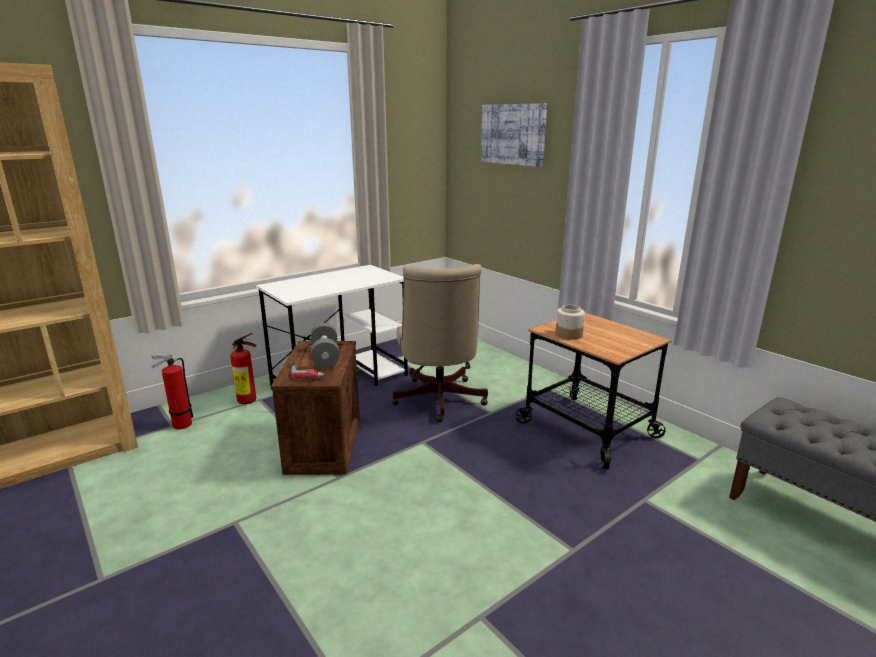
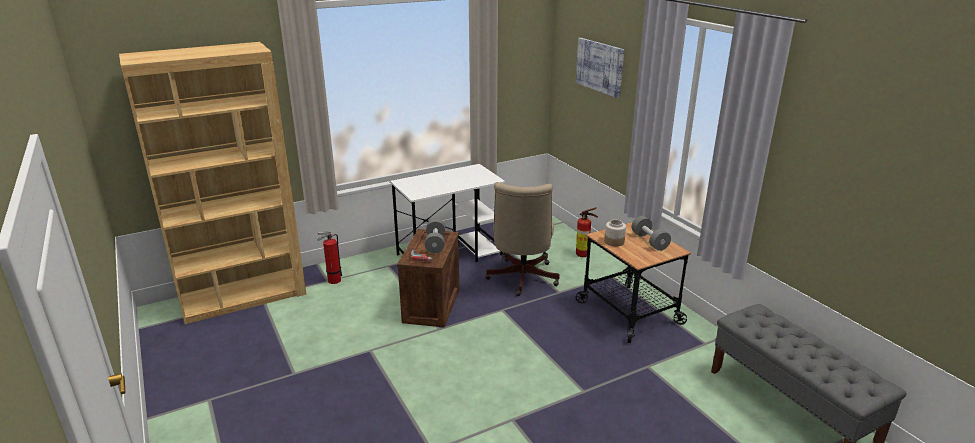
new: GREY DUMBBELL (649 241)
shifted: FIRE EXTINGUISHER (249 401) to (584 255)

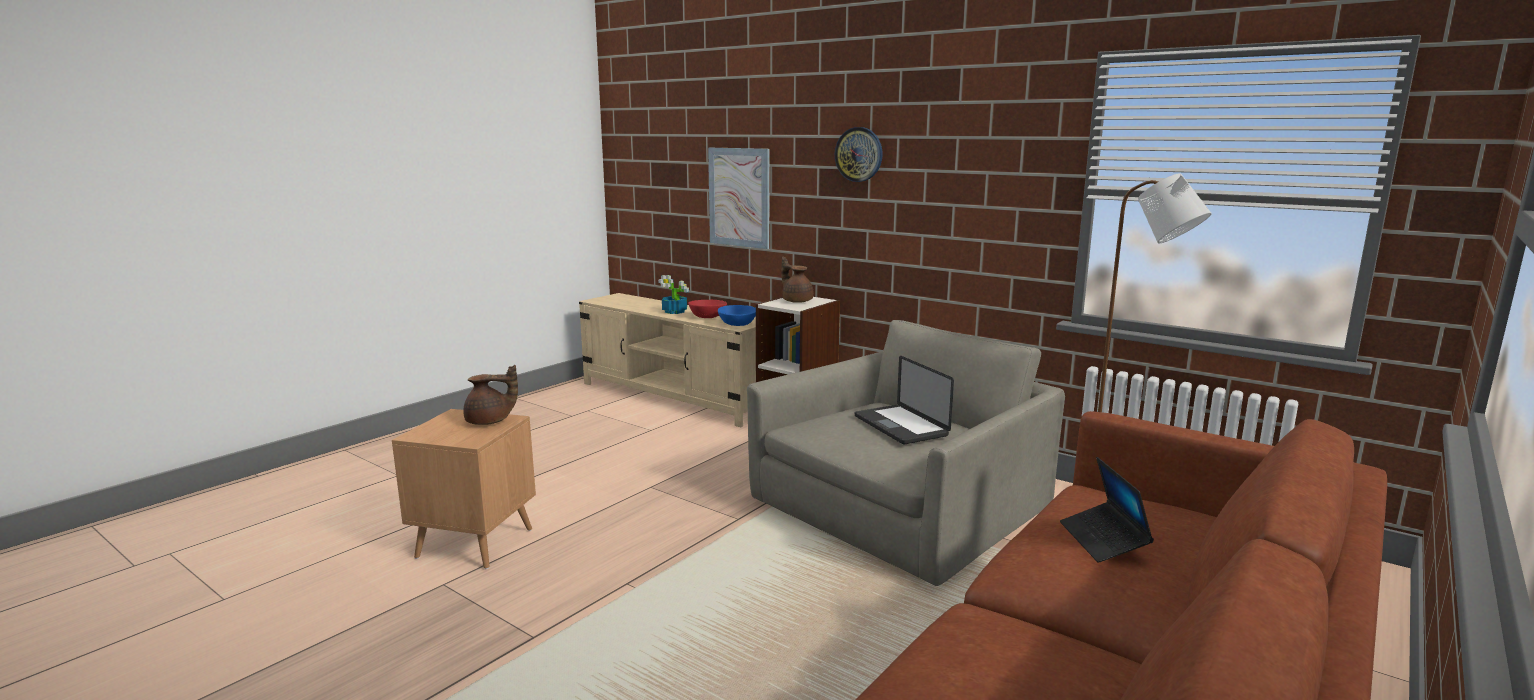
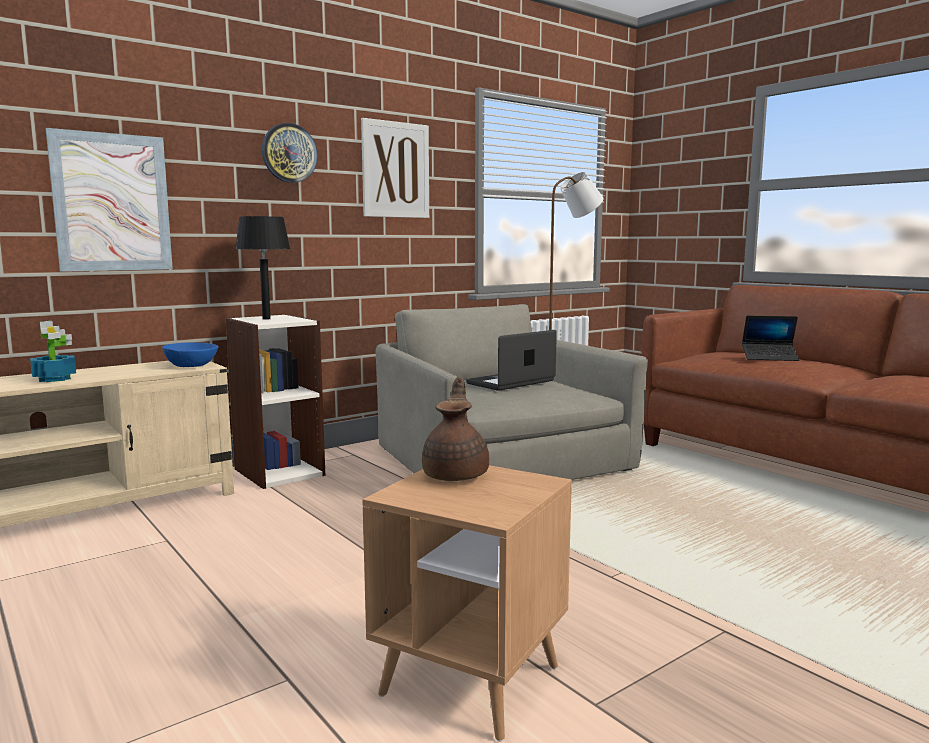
gone: RED BOWL (707 316)
new: PICTURE (395 170)
swapped: BROWN TEAPOT (796 301) to BLACK TABLE LAMP (266 319)
rotated: LAPTOP (900 426) = (511 382) 150 degrees clockwise

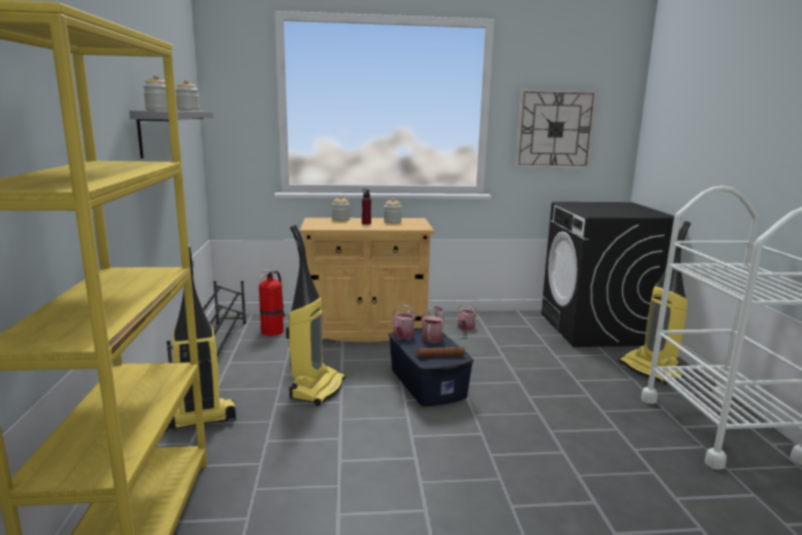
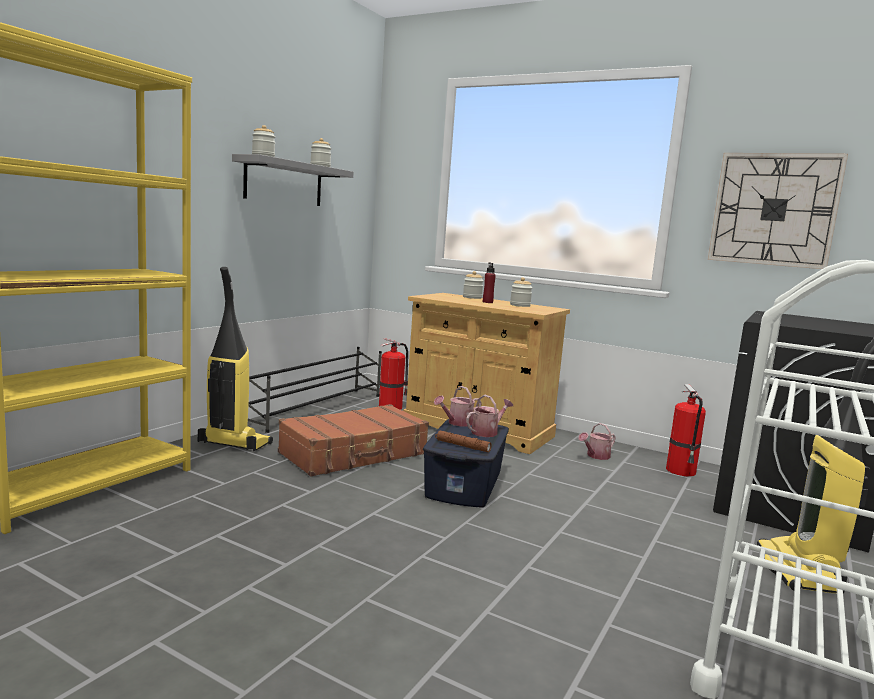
new: FIRE EXTINGUISHER (681 471)
swapped: VACUUM CLEANER (317 388) to BROWN SUITCASE (354 454)

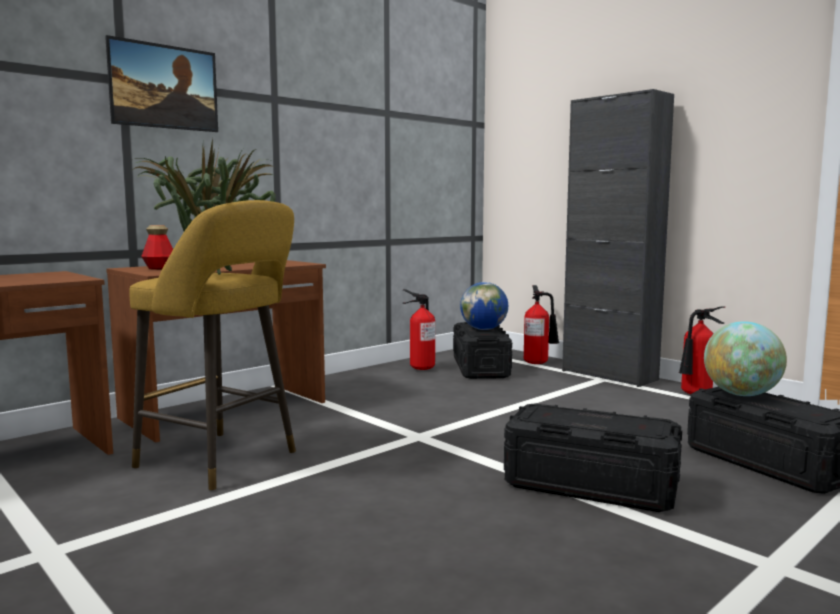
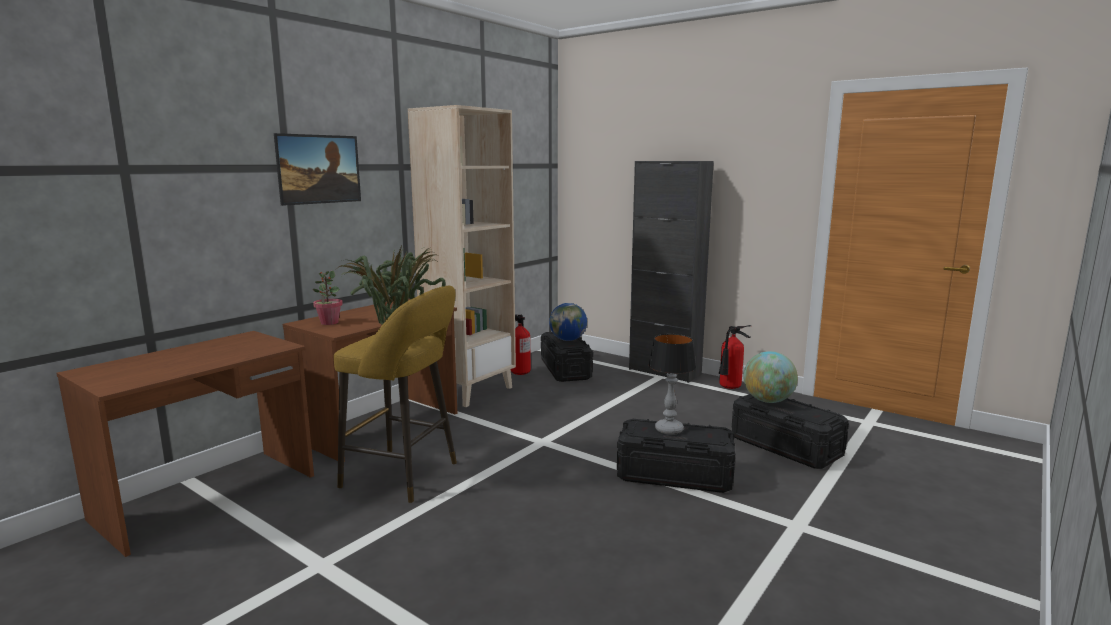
gone: FIRE EXTINGUISHER (539 363)
new: BEIGE BOOKCASE (469 390); TABLE LAMP (668 429)
swapped: BOTTLE (159 268) to POTTED PLANT (329 323)

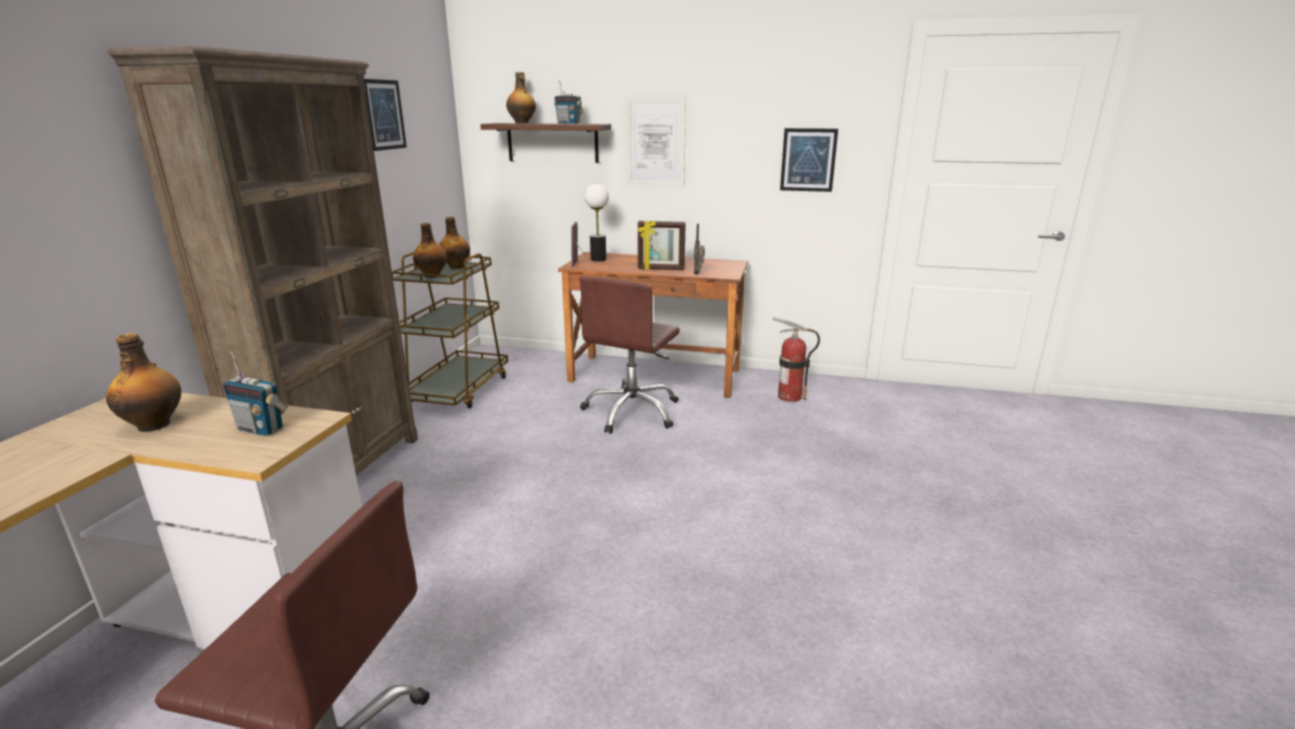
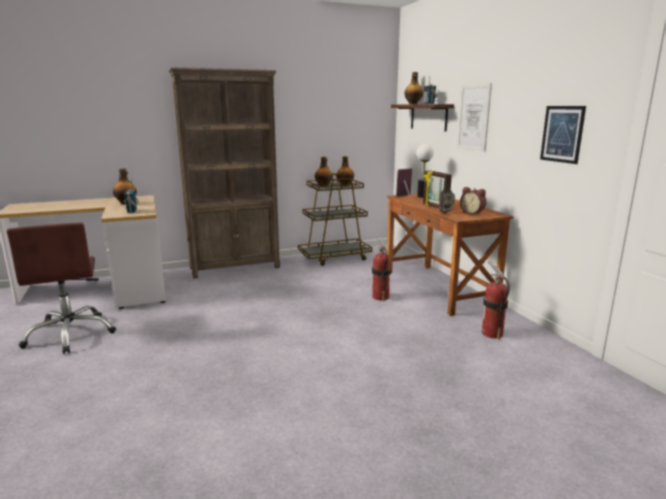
gone: PICTURE (384 115)
new: ALARM CLOCK (472 213)
swapped: BROWN OFFICE CHAIR (632 412) to FIRE EXTINGUISHER (380 297)

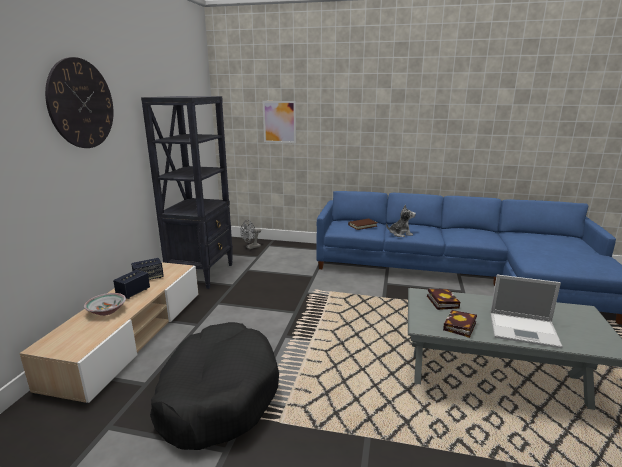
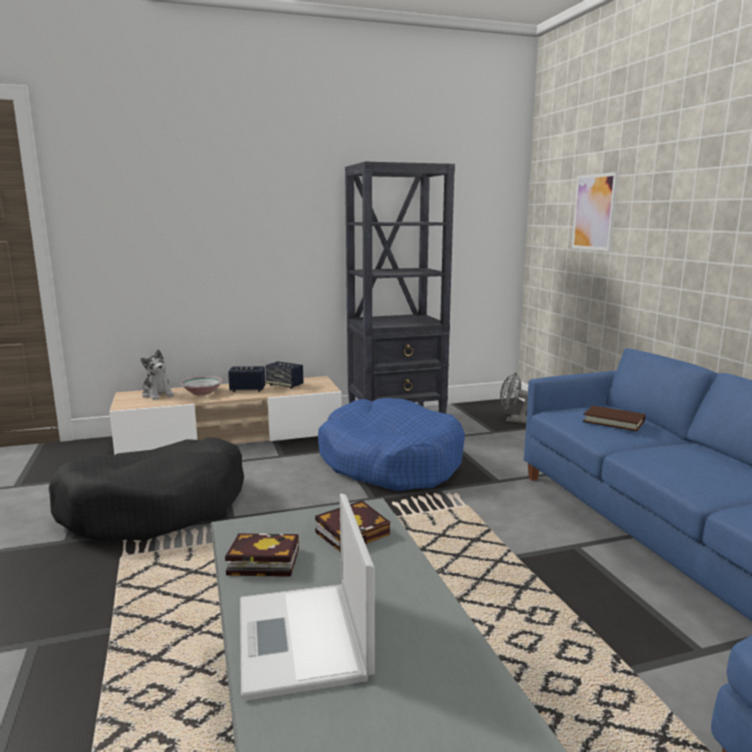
gone: WALL CLOCK (81 104)
new: BLUE DOG BED (390 462)
shifted: PLUSH TOY (400 234) to (158 394)

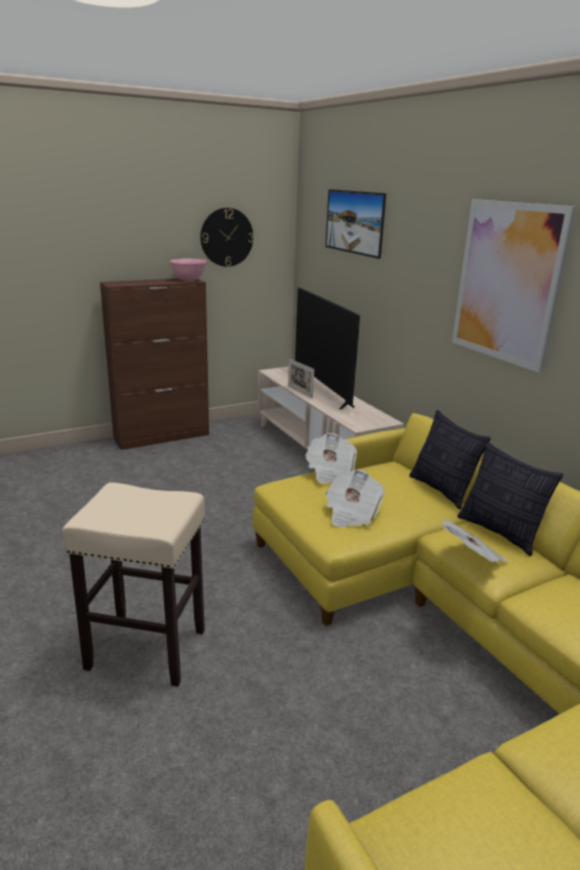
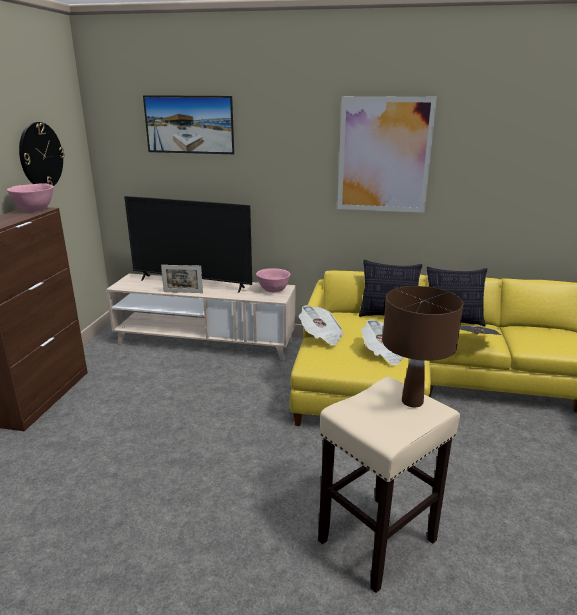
new: PINK BOWL (273 290); BROWN TABLE LAMP (412 402)

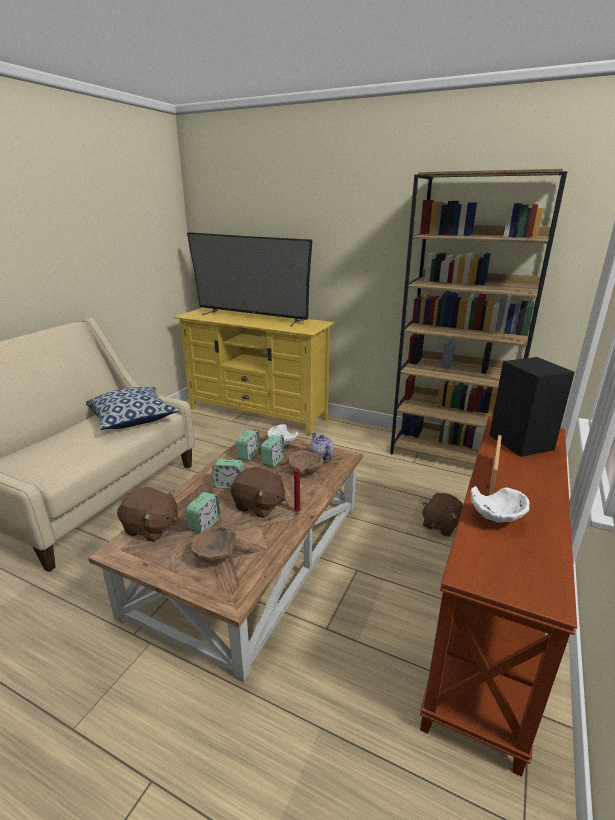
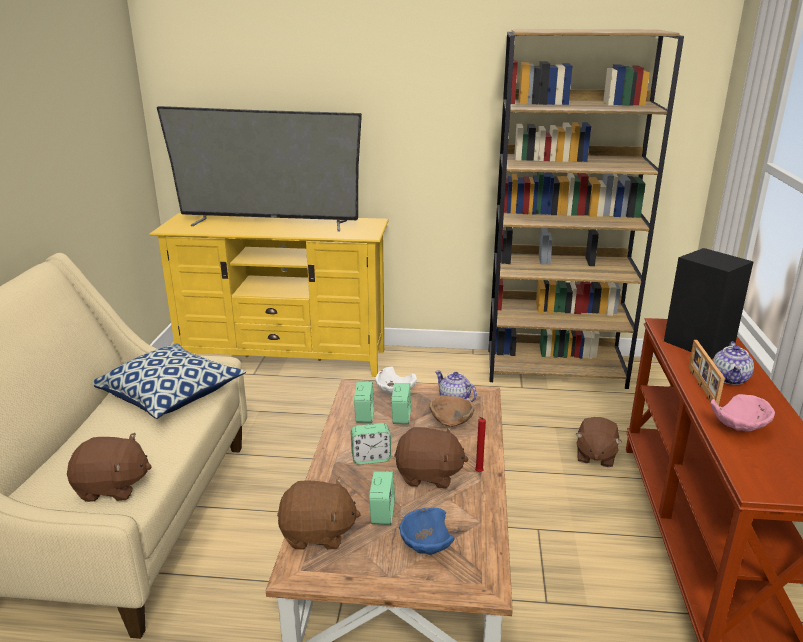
new: TEAPOT (730 379); BROWN PLUSH TOY (112 487)
repainted: WHITE BOWL (495 519) to PINK BOWL (738 429); BROWN BOWL (214 556) to BLUE BOWL (425 547)

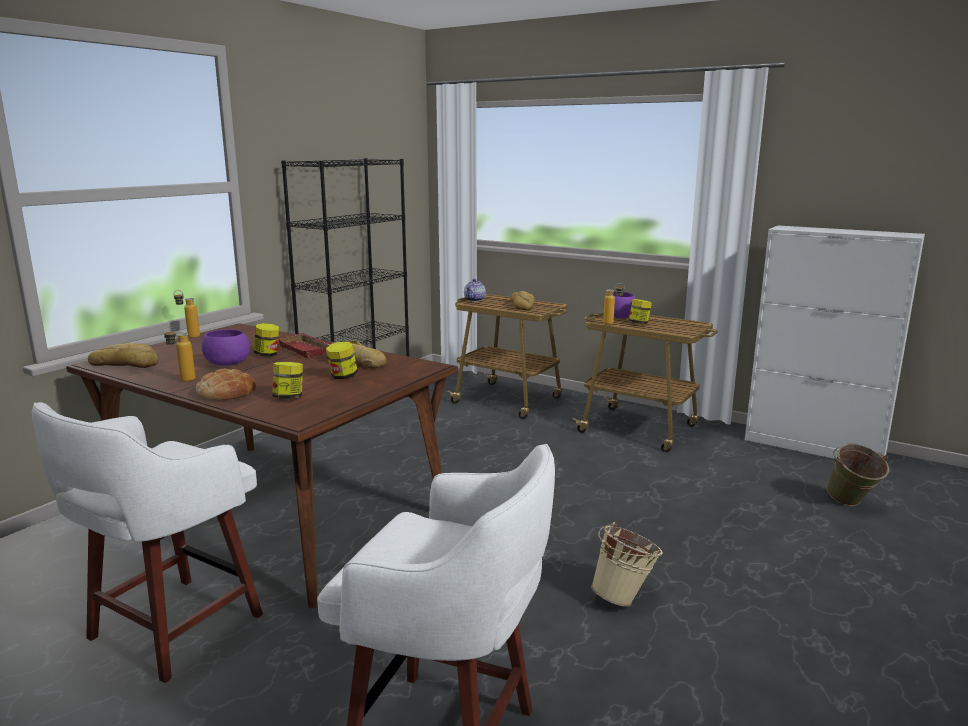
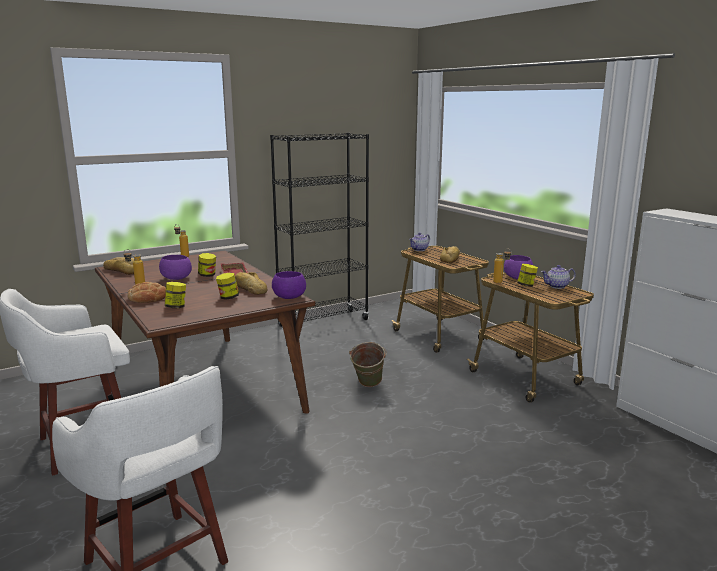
gone: BEIGE BUCKET (624 597)
new: TEAPOT (557 286); PURPLE BOWL (290 297)
shifted: GREEN BUCKET (851 505) to (367 386)

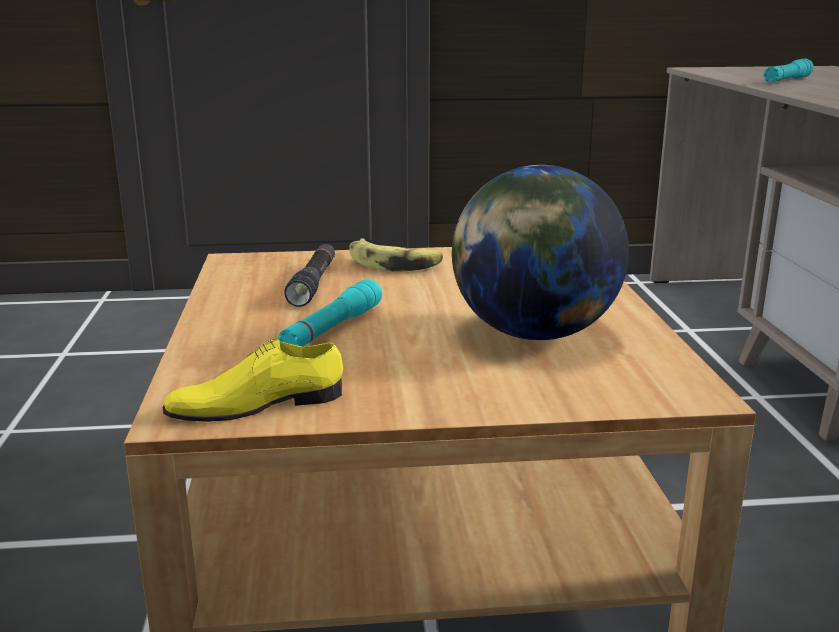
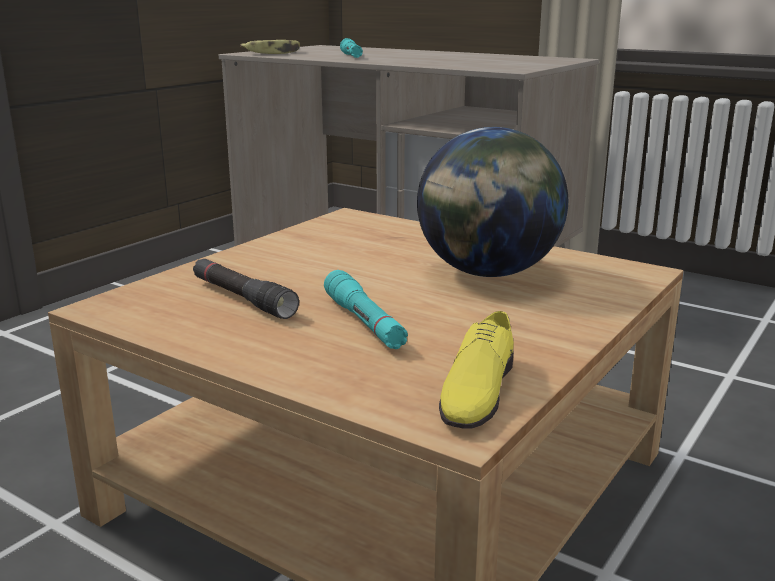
shifted: BANANA (394 264) to (273 53)

